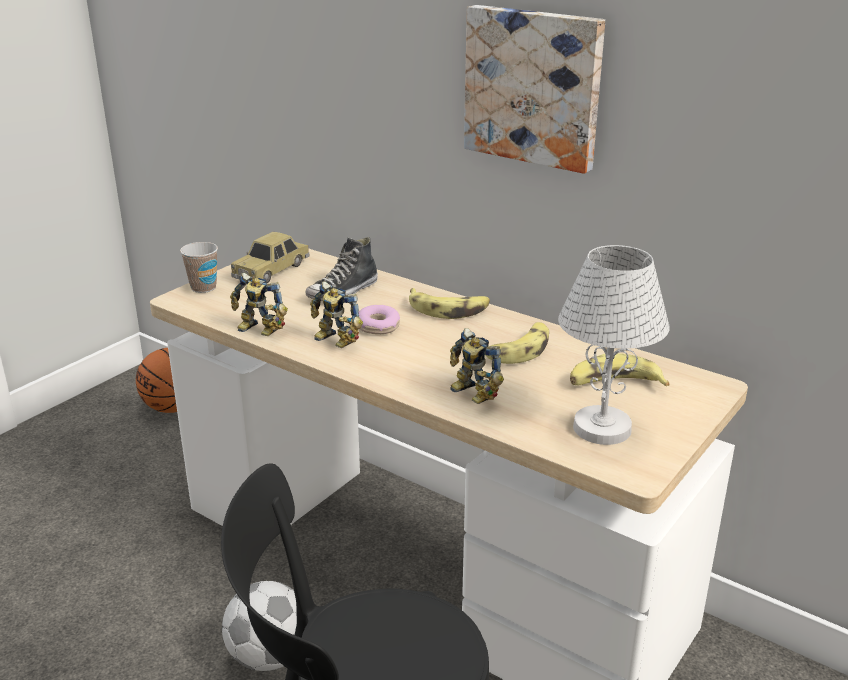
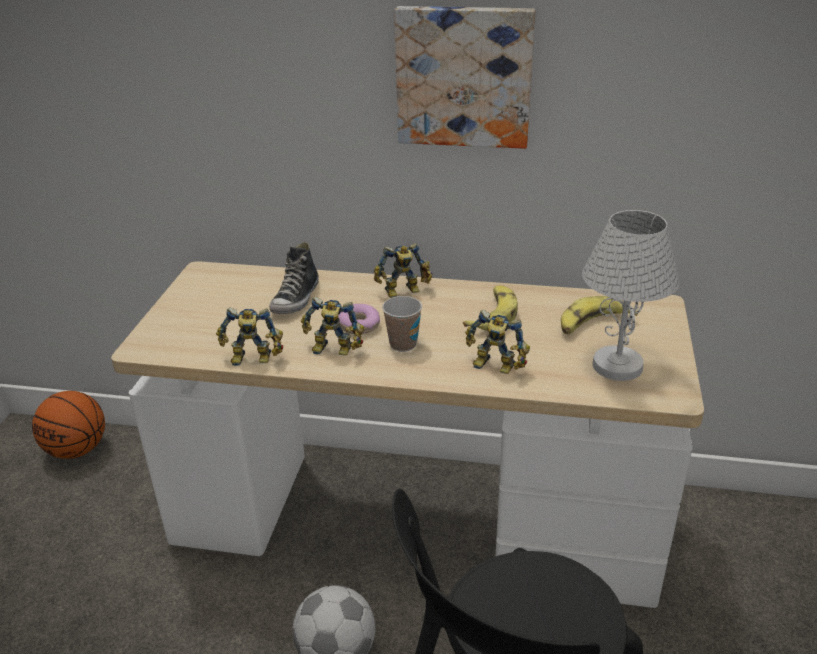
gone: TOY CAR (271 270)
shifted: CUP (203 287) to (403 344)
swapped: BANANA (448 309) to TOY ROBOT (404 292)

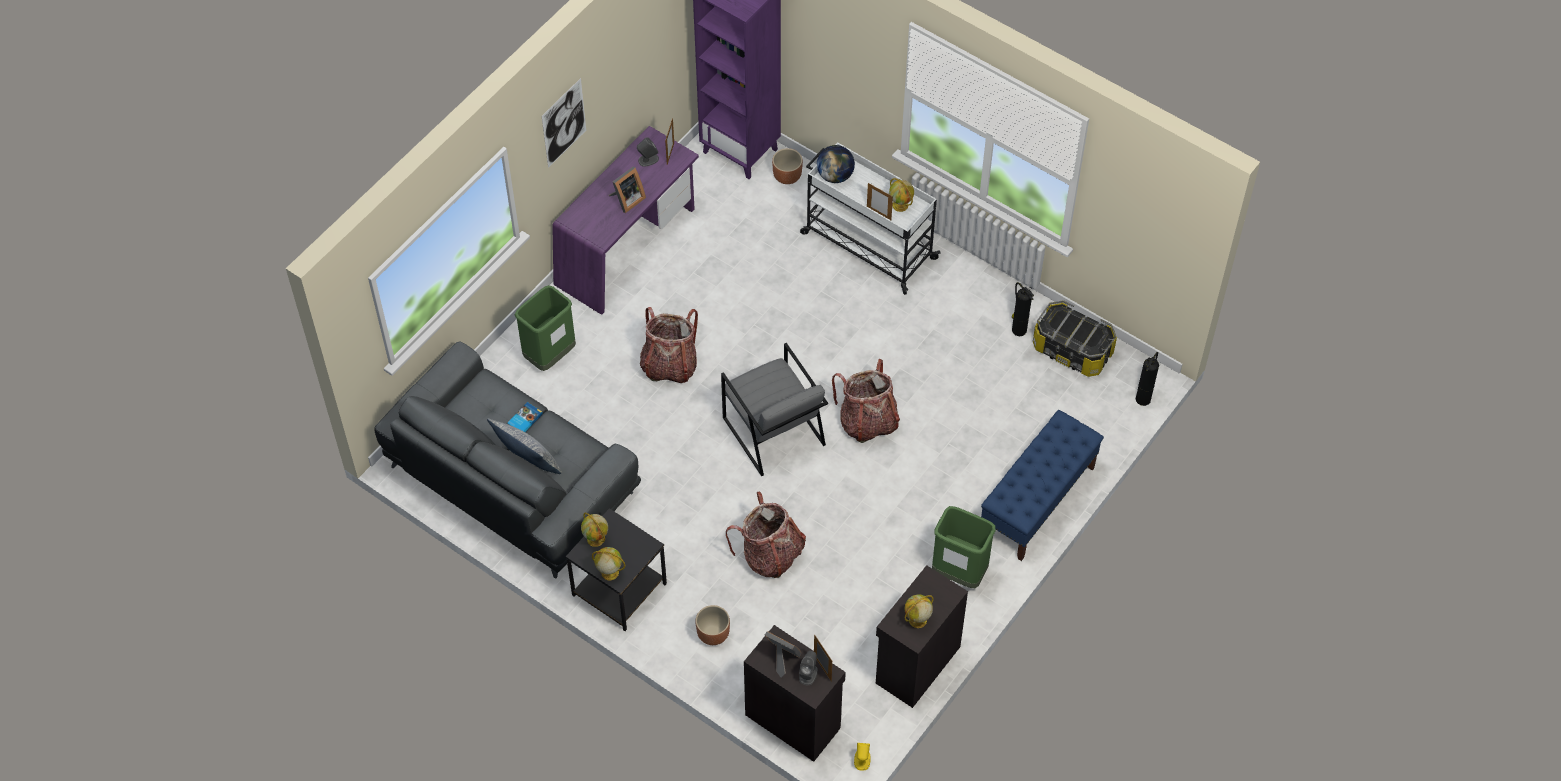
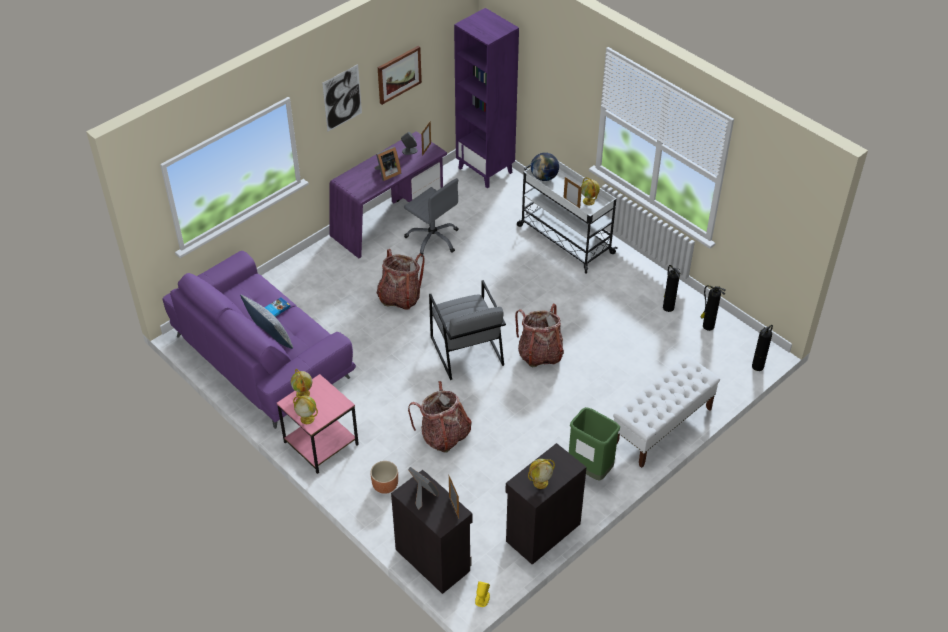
gone: BROWN PLANTER (787 176); GREEN TRASH CAN (550 356); GREY SPEAKER (808 674)
new: PICTURE (399 74); GREY OFFICE CHAIR (433 239)
swapped: STORAGE BOX (1072 350) to FIRE EXTINGUISHER (707 326)
repainted: GREY SOFA (511 479) to PURPLE SOFA (262 356); BLUE BENCH (1037 501) to WHITE BENCH (662 427); BLACK SIDE TABLE (618 589) to PINK SIDE TABLE (320 443)

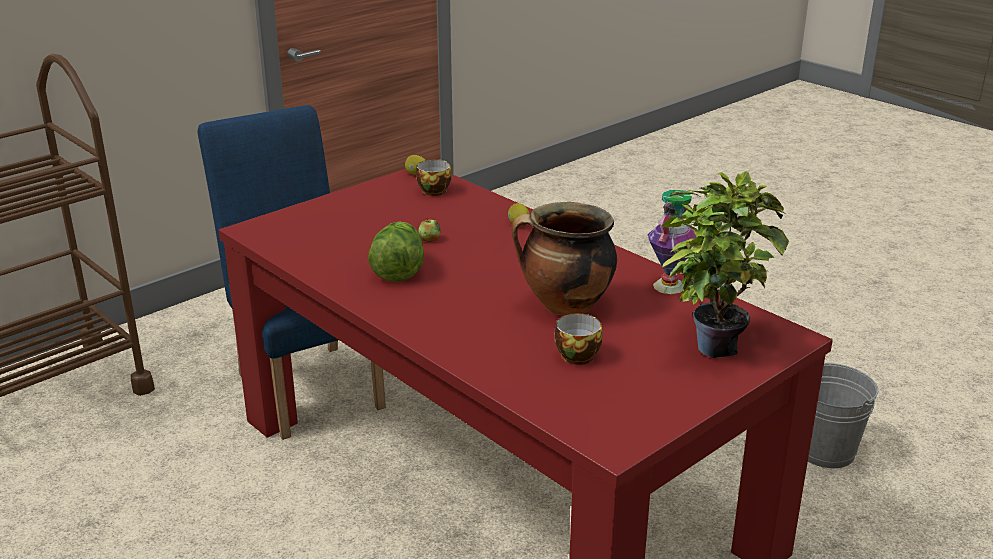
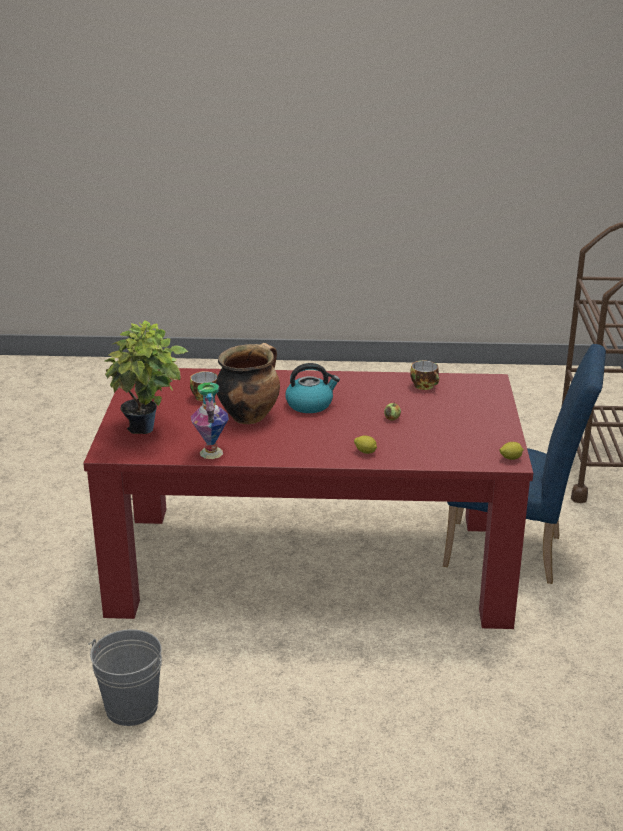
gone: LETTUCE (398 271)
new: KETTLE (310 404)
shifted: CUP (433 190) to (425 386)

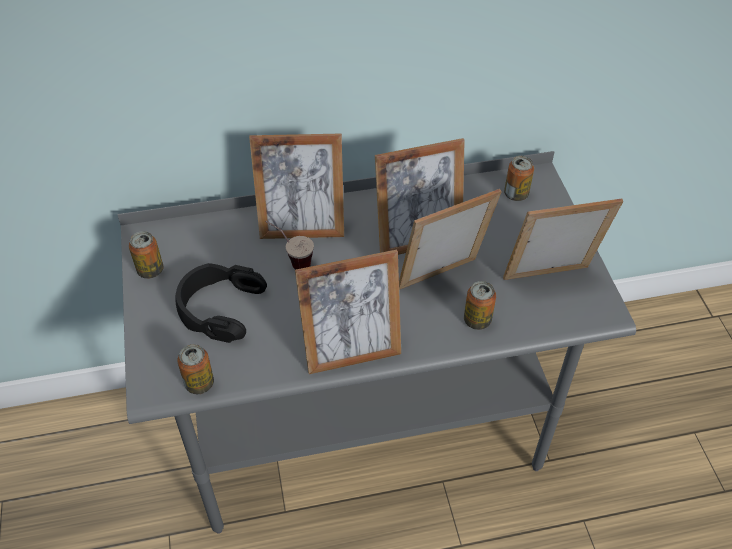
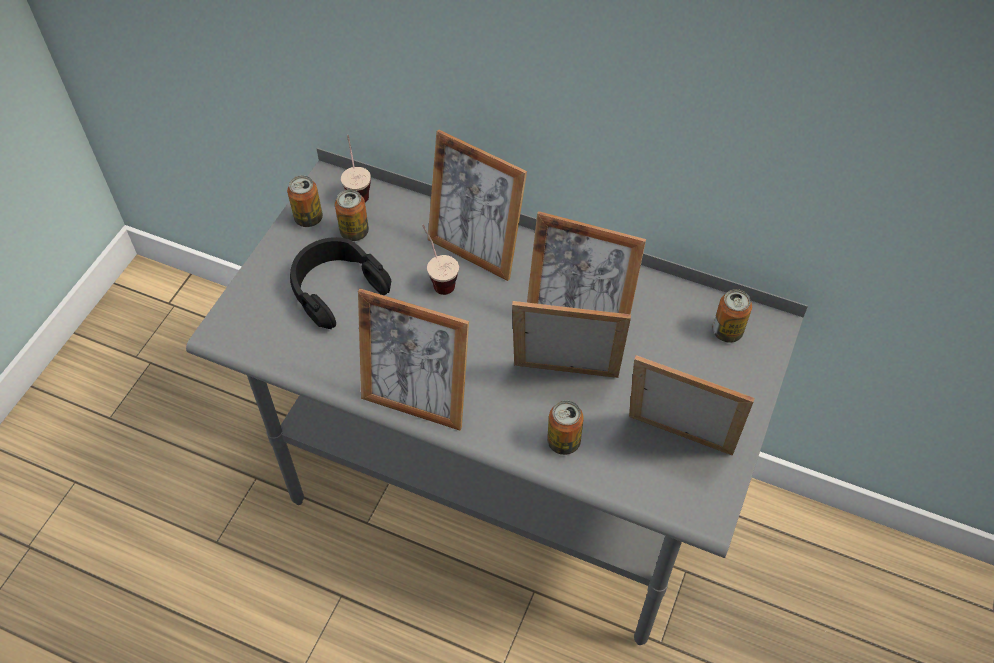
new: CUP (357 189)
shifted: CAN (199 383) to (354 232)

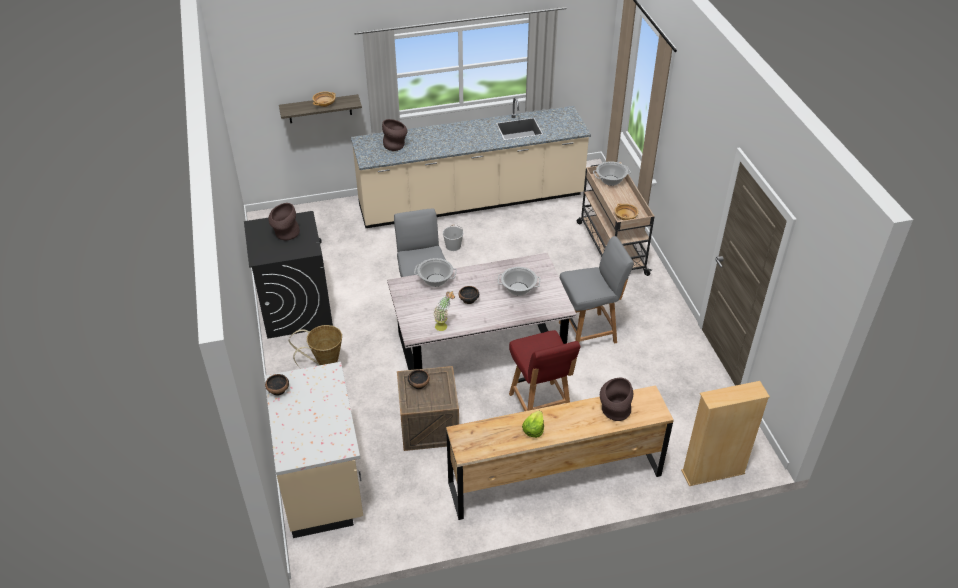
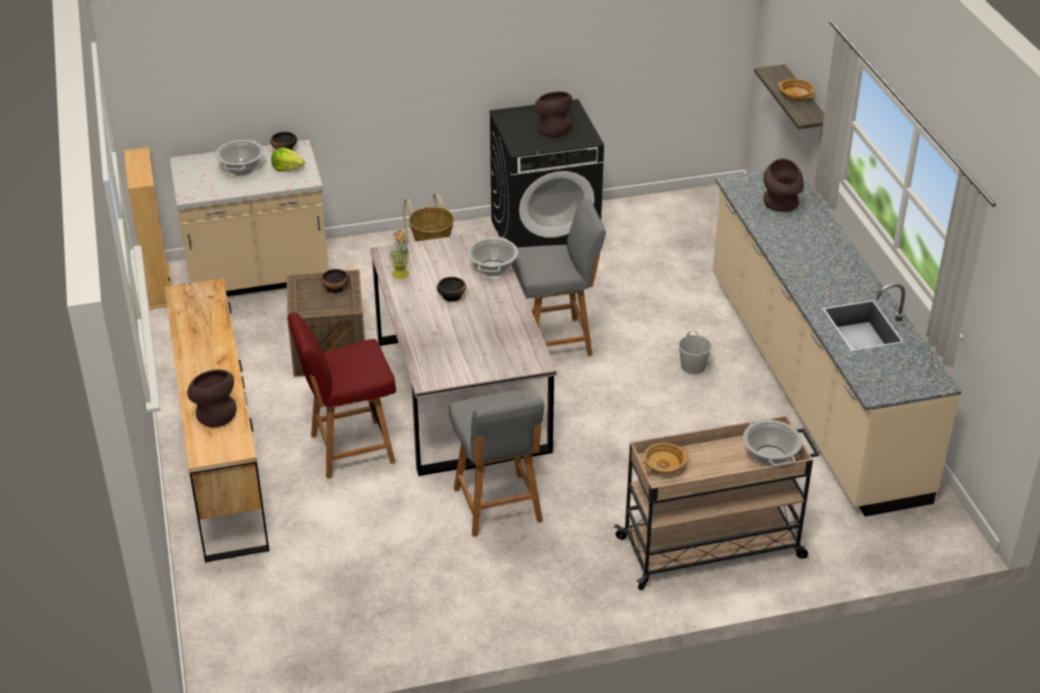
shifted: COOKING POT (518 289) to (241 168); BEIGE BOOKCASE (713 472) to (159 287); LETTUCE (533 429) to (287 168)

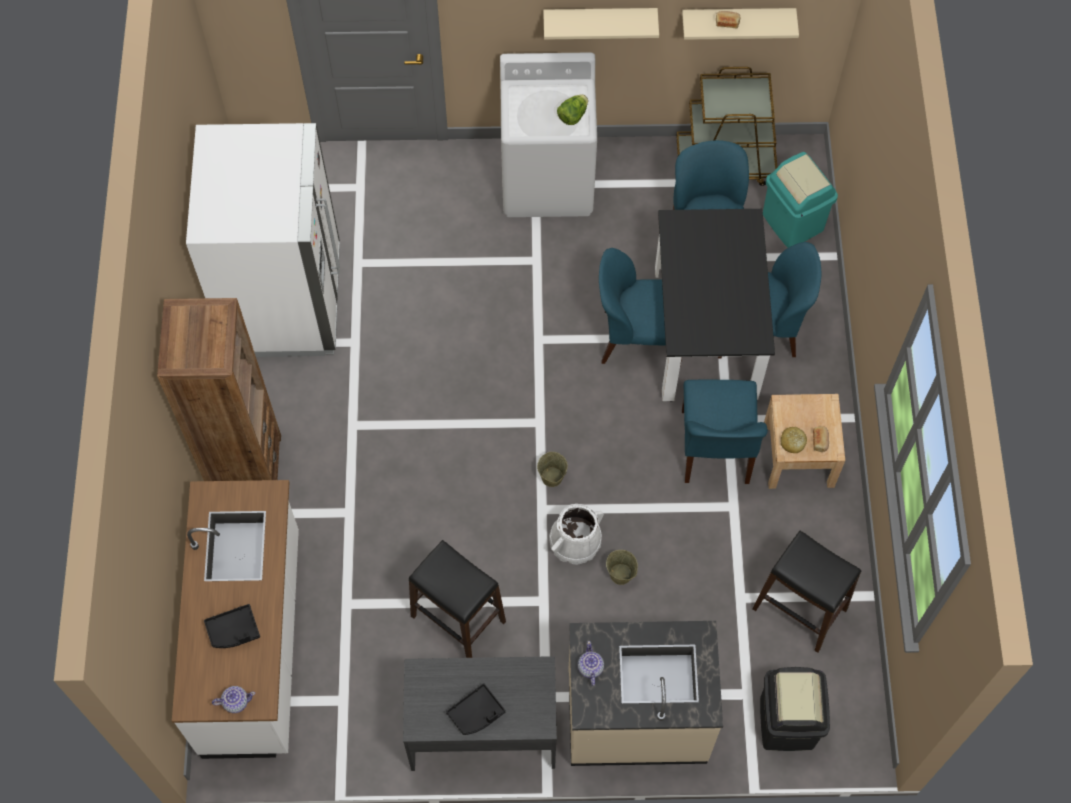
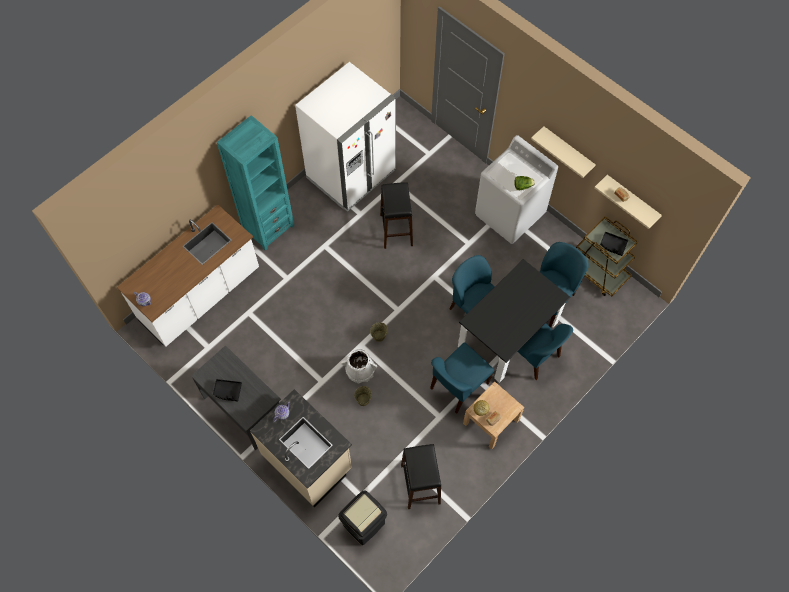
gone: TURQUOISE TRASH CAN (793 222)
shifted: BLACK STOOL (458 619) to (396 230); BLACK TRAY (233 630) to (613 245)
repainted: BROWN BOOKCASE (247 469) to TURQUOISE BOOKCASE (268 228)

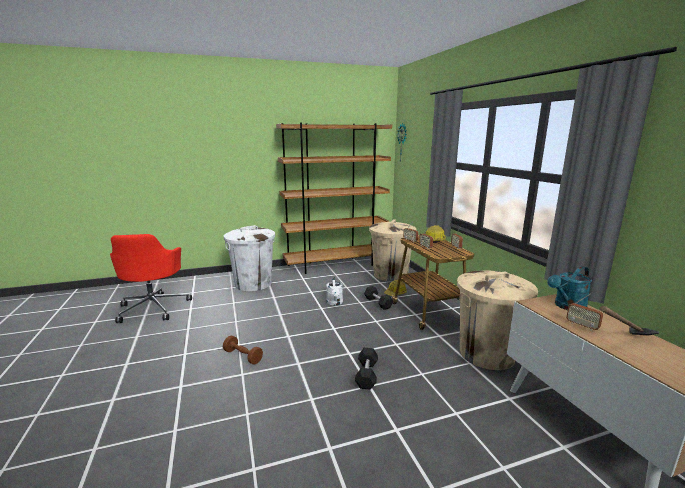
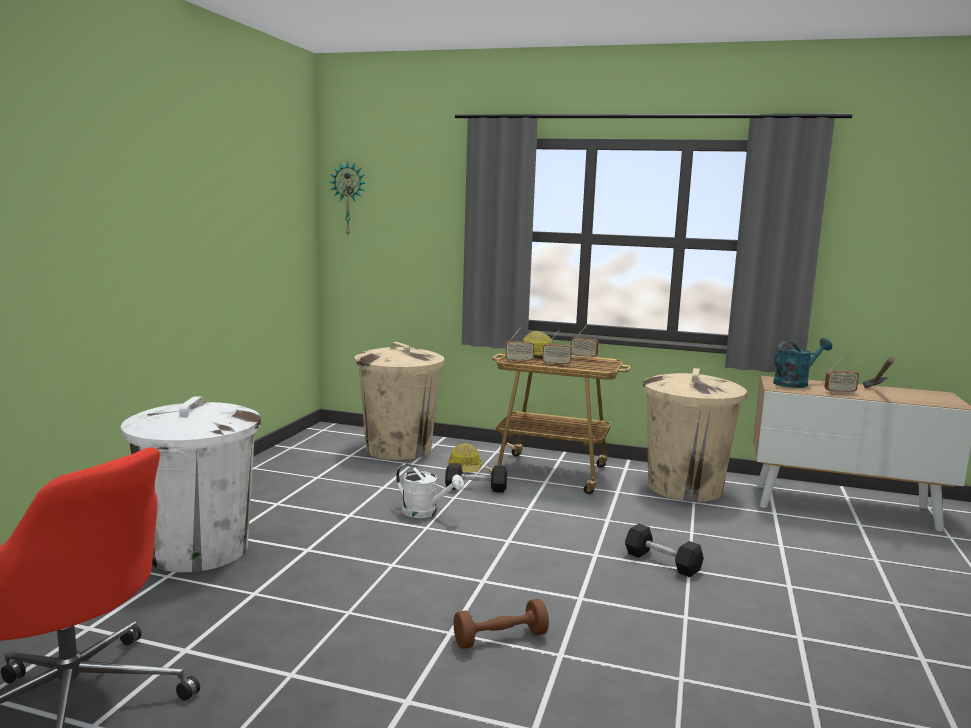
gone: BROWN BOOKCASE (335 264)
rotated: TURQUOISE WATERING CAN (567 306) = (795 383) 120 degrees counterclockwise

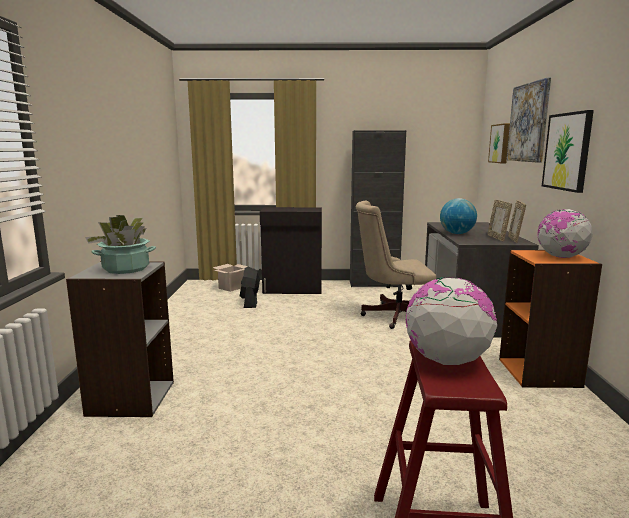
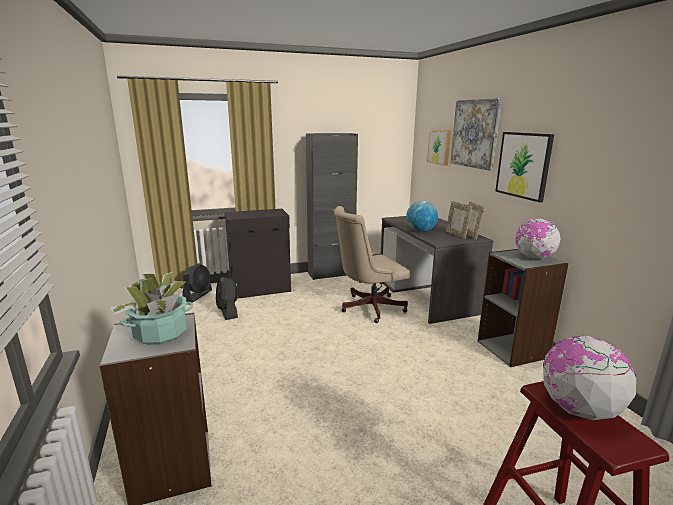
swapped: CARDBOARD BOX (232 287) to BLACK FAN (198 295)
repainted: ORANGE BOOKCASE (540 373) to GREY BOOKCASE (513 349)

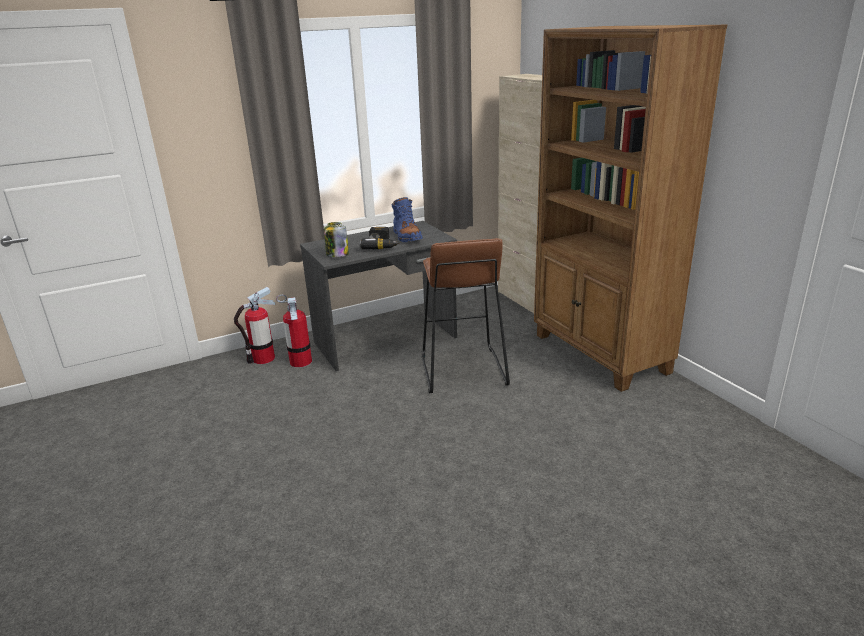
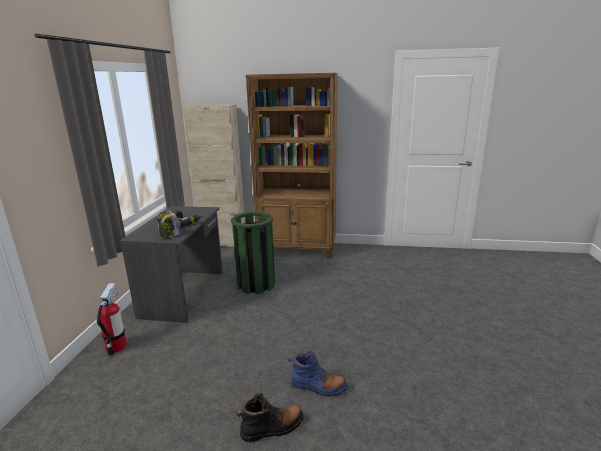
gone: FIRE EXTINGUISHER (300 361)
new: BLACK BOOT (272 428)
shifted: BLUE BOOT (407 236) to (318 387)
swapped: BROWN STOOL (462 370) to GREEN TRASH CAN (256 284)

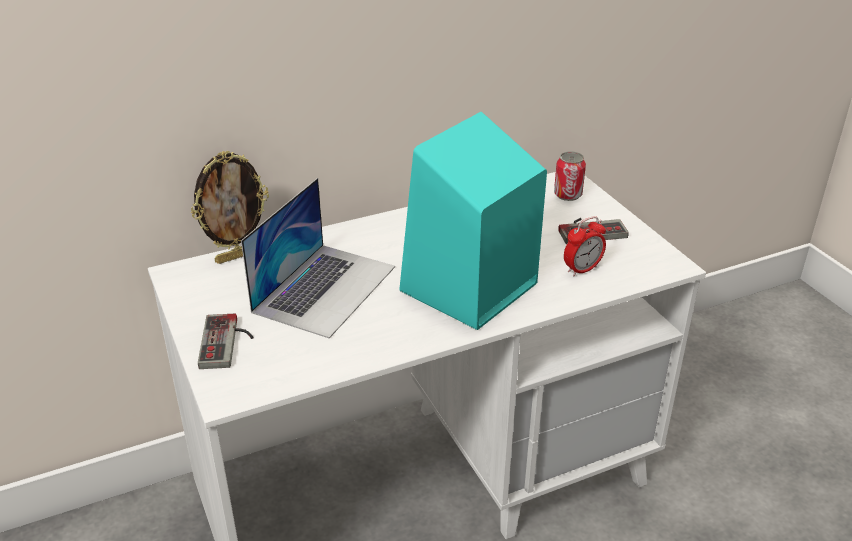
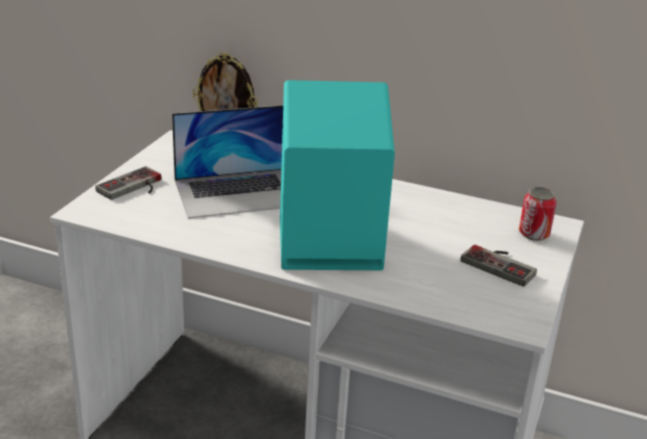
gone: ALARM CLOCK (582 269)

